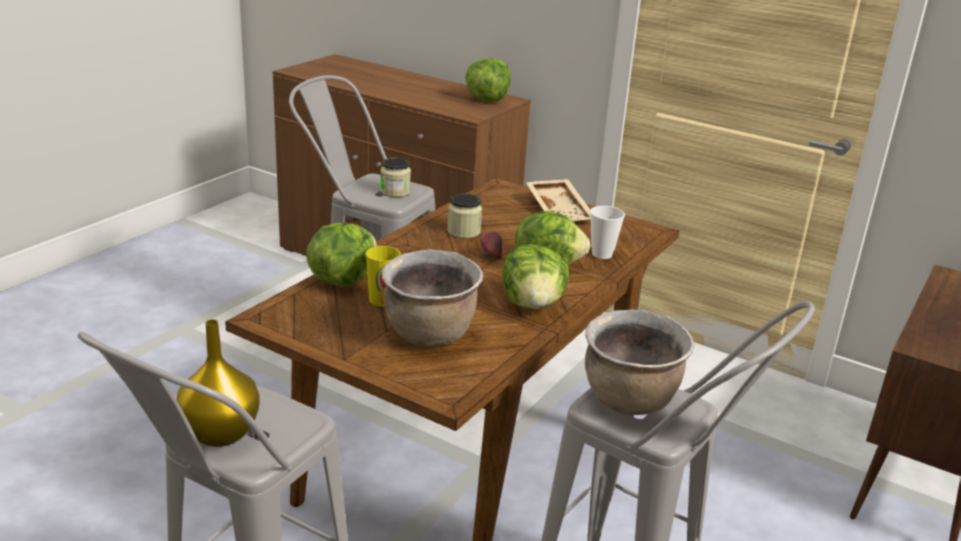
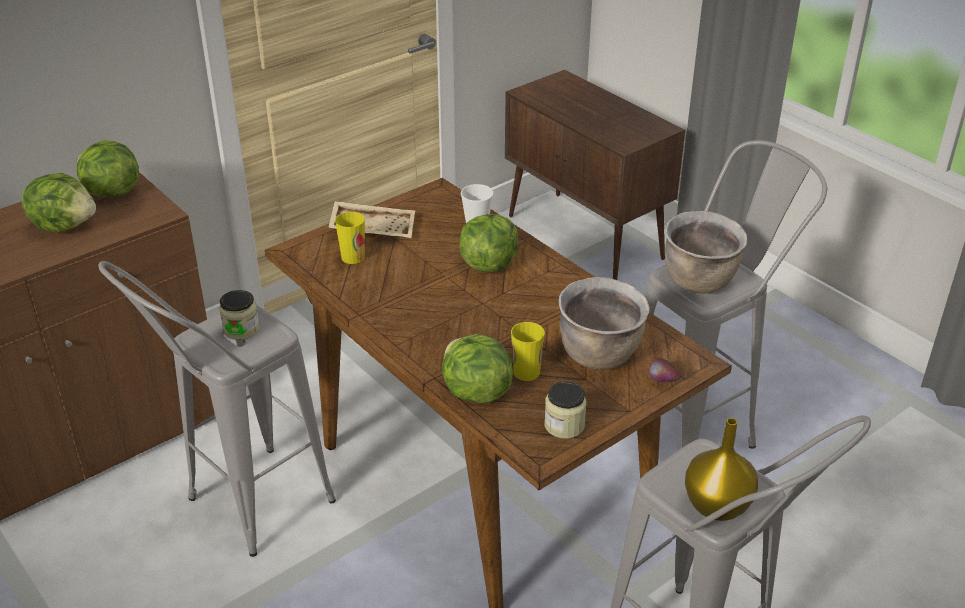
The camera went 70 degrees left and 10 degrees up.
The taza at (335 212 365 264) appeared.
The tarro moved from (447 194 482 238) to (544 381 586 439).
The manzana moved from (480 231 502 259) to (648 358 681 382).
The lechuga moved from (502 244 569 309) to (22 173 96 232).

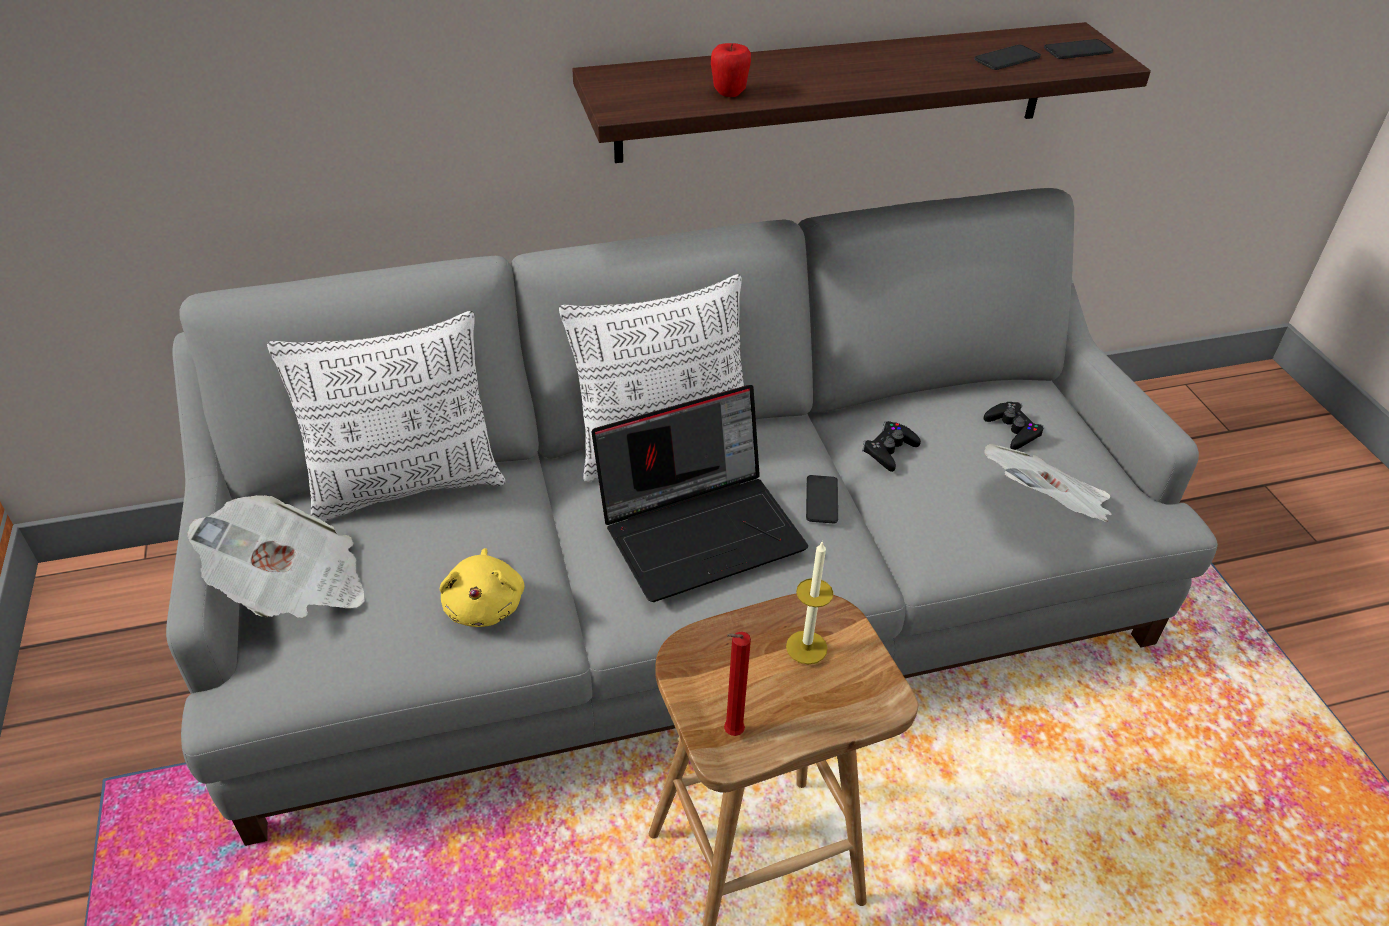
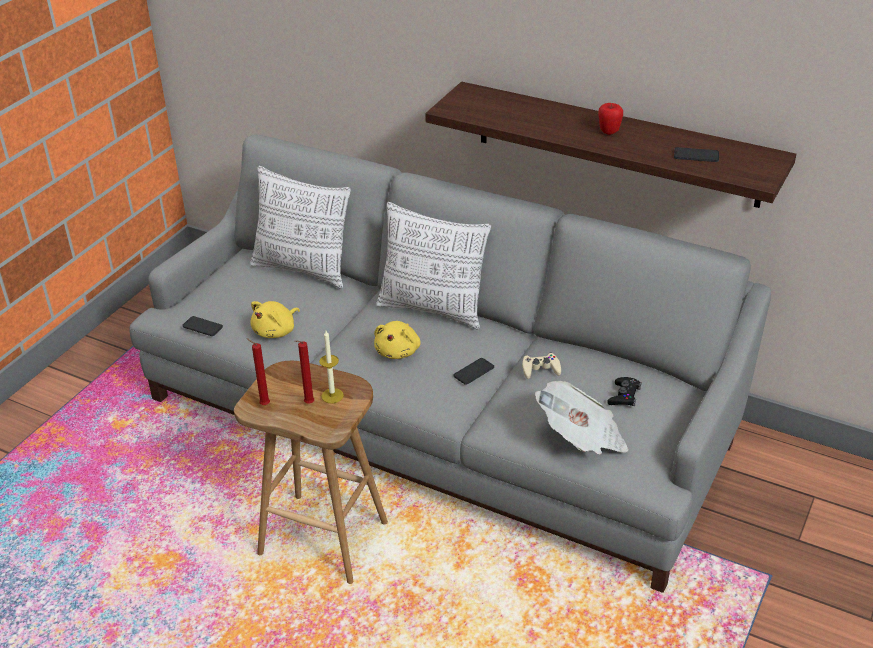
The camera went 45 degrees right and 5 degrees down.
The periódico at (188 495 365 618) disappeared.
The vela/rojo at (295 340 314 404) appeared.
The manzana moved from (711 43 751 97) to (598 103 623 135).
The móvil moved from (1044 39 1113 59) to (182 316 223 336).
The portátil at (592 385 808 602) was replaced by the peluche/amarillo at (374 321 421 359).
The mando de consola/negro at (862 421 921 472) became the mando de consola/beis at (522 353 561 379).

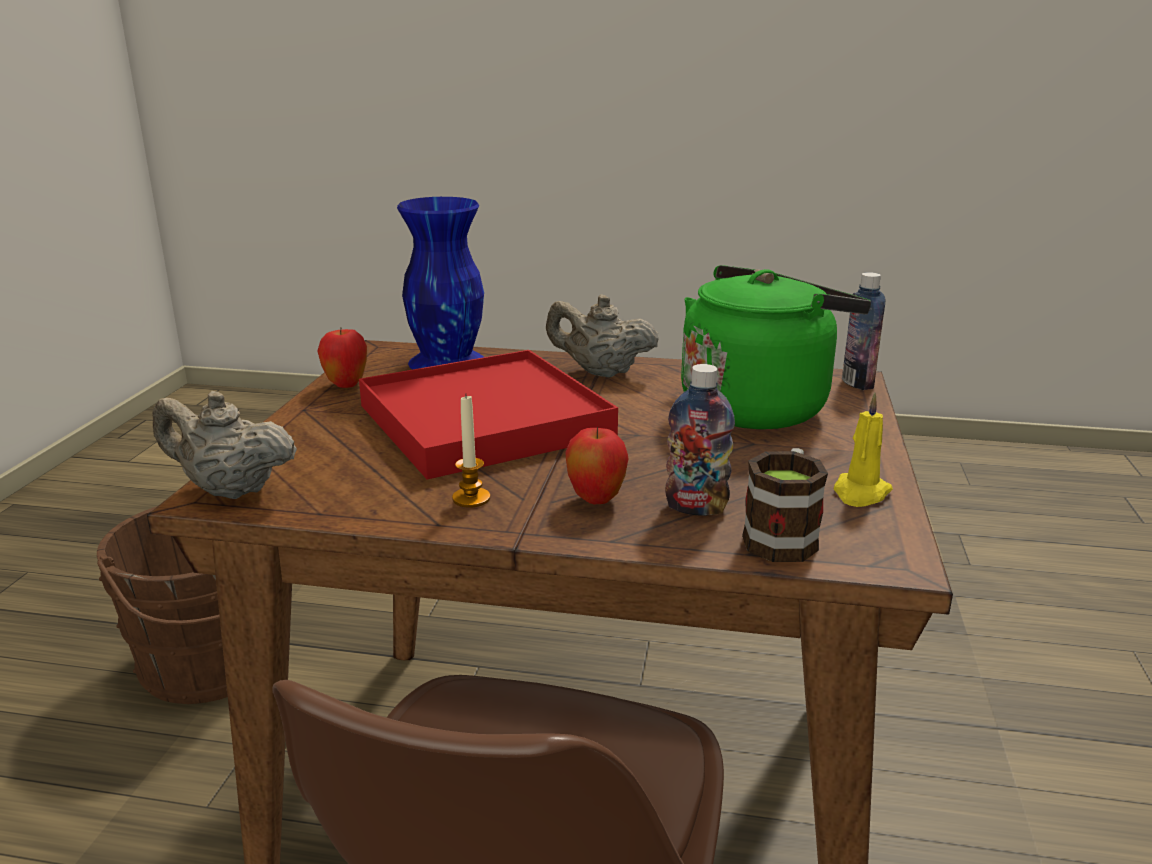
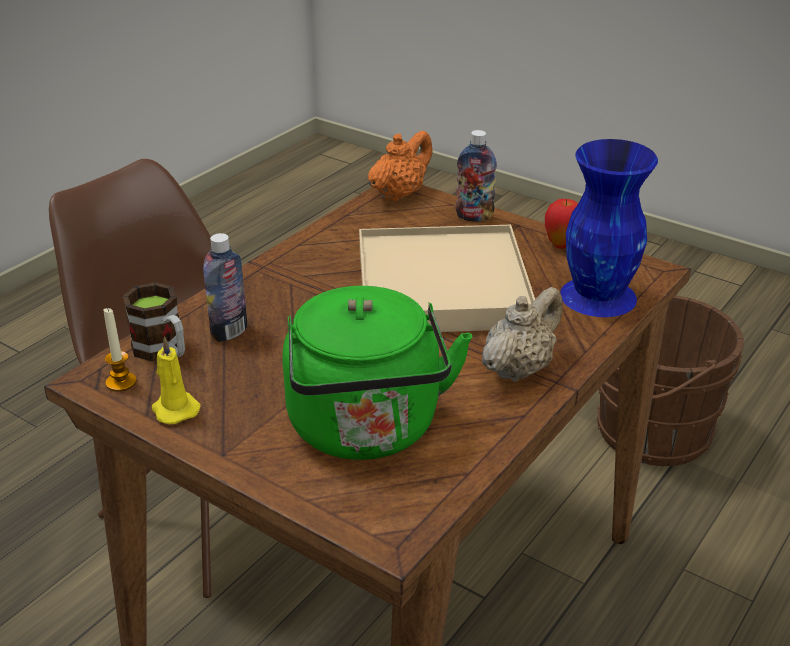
The camera went 115 degrees right and 10 degrees up.
The manzana at (566 427 628 504) disappeared.
The vela moved from (452 396 490 508) to (103 307 137 392).
The botella moved from (842 272 885 390) to (455 130 497 222).
The tetera/beis at (152 391 297 499) became the tetera/naranja at (368 131 433 202).
The bandeja/rojo at (359 350 618 479) became the bandeja/beis at (359 225 535 332).

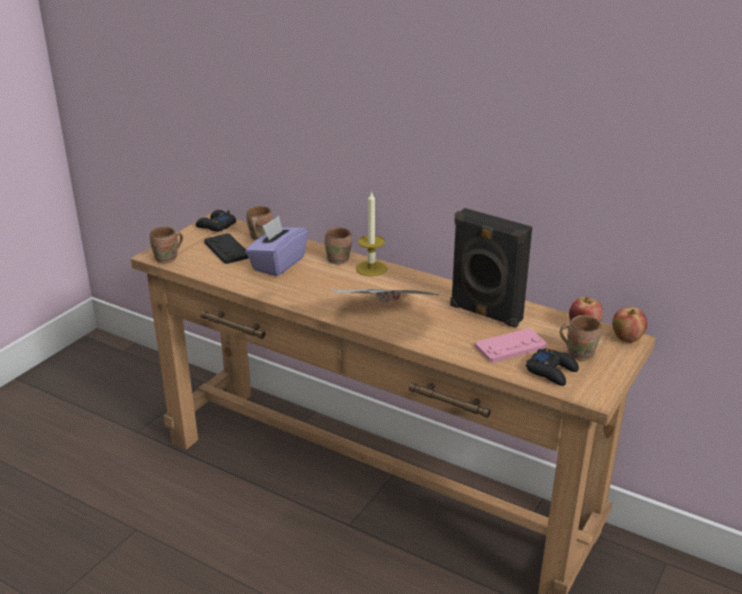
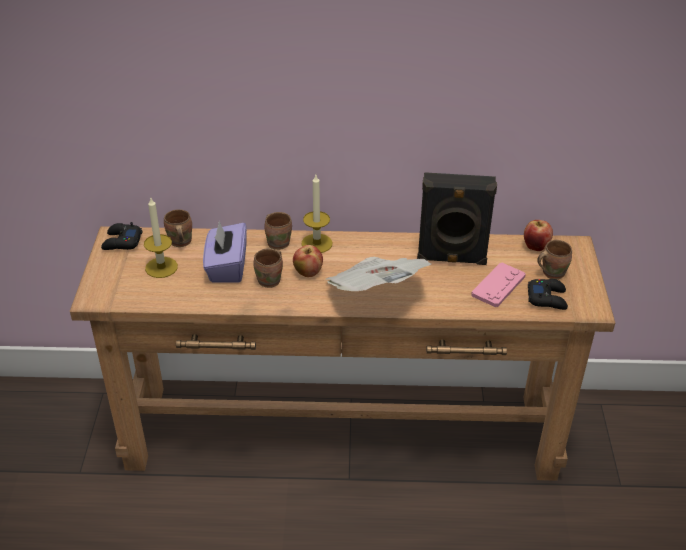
The camera went 30 degrees left and 10 degrees up.
The taza grande/marrón moved from (150 227 183 263) to (254 248 283 288).
The manzana moved from (612 307 647 343) to (293 245 323 277).
The mando de consola/negro at (204 233 249 264) was replaced by the vela at (144 198 178 278).

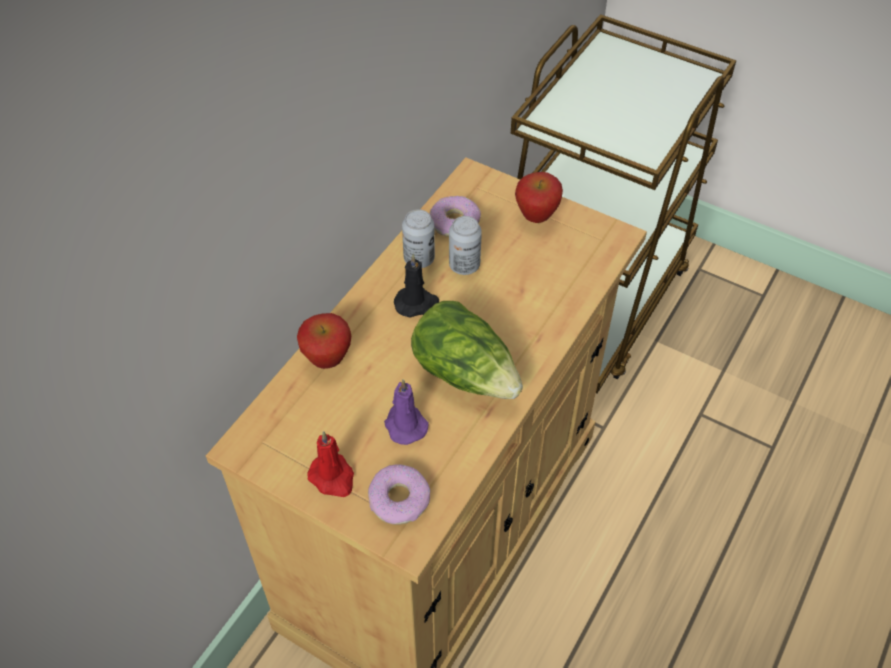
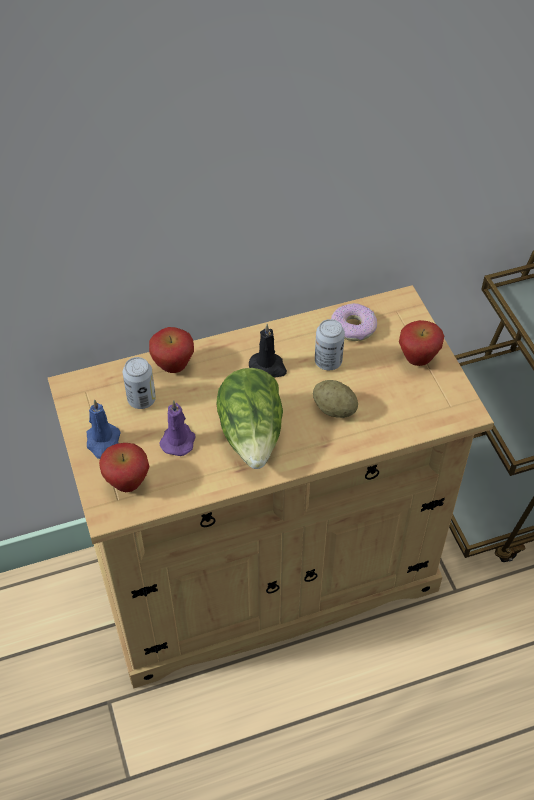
The camera went 40 degrees right and 0 degrees up.
The patata at (313 380 358 418) appeared.
The lata moved from (402 209 435 268) to (123 357 156 409).
The rosquilla at (368 464 430 525) was replaced by the manzana at (99 443 150 492).
The vela/rojo at (307 431 354 497) became the vela/azul at (87 399 121 459).

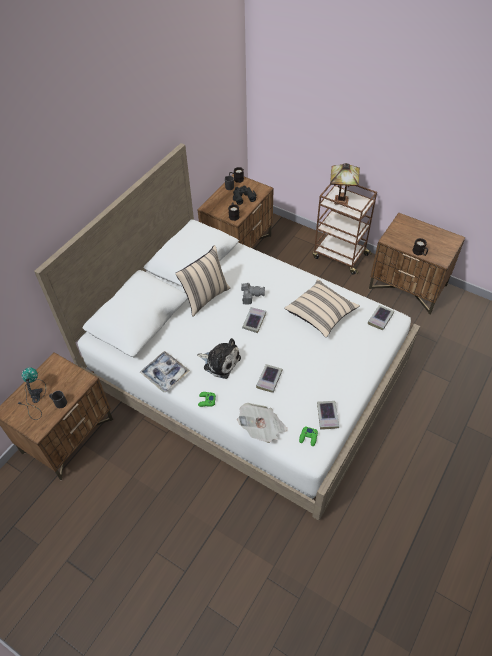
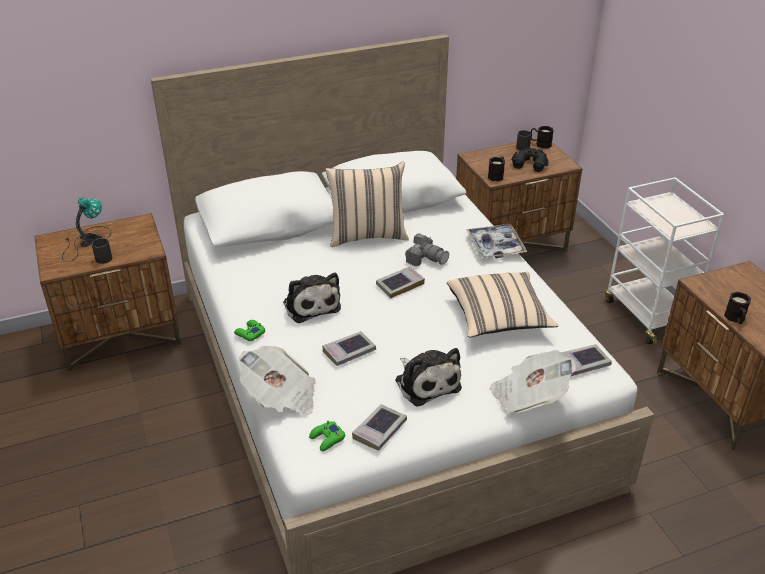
The camera went 35 degrees right and 15 degrees down.
The lámpara de mesa at (330 163 360 205) disappeared.
The peluche at (395 348 462 407) appeared.
The periódico at (489 350 576 414) appeared.
The bandeja moved from (140 351 190 392) to (466 224 527 259).
The carrito/marrón at (313 184 377 275) became the carrito/blanco at (605 177 724 345).

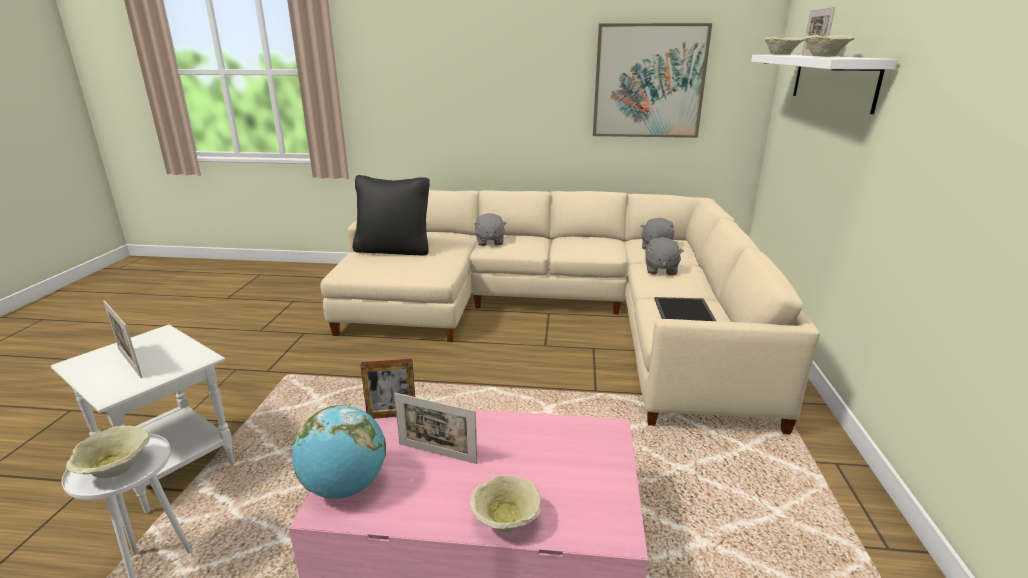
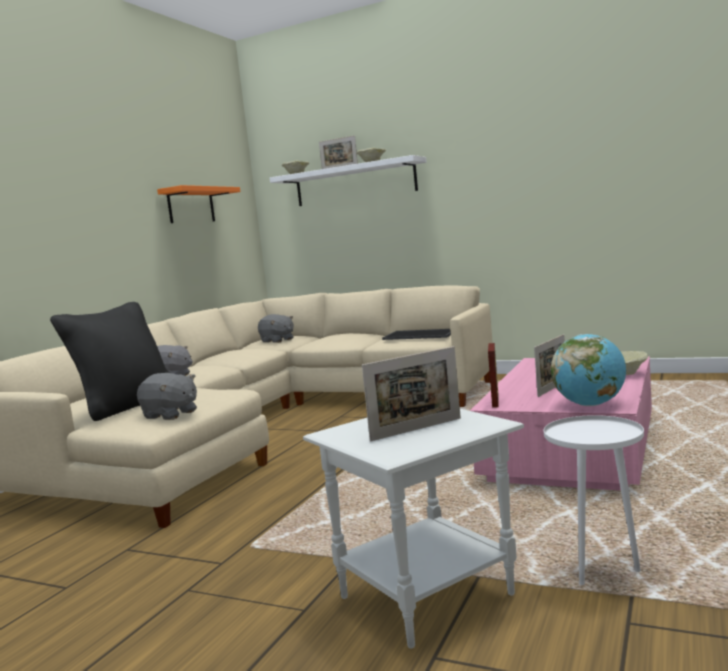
The camera went 70 degrees left and 15 degrees down.
The cuenco/beis at (66 425 150 478) disappeared.
The peluche/gris moved from (645 237 684 275) to (137 373 197 420).
The cuadro at (593 23 712 138) was replaced by the estante/naranja at (157 185 240 223).

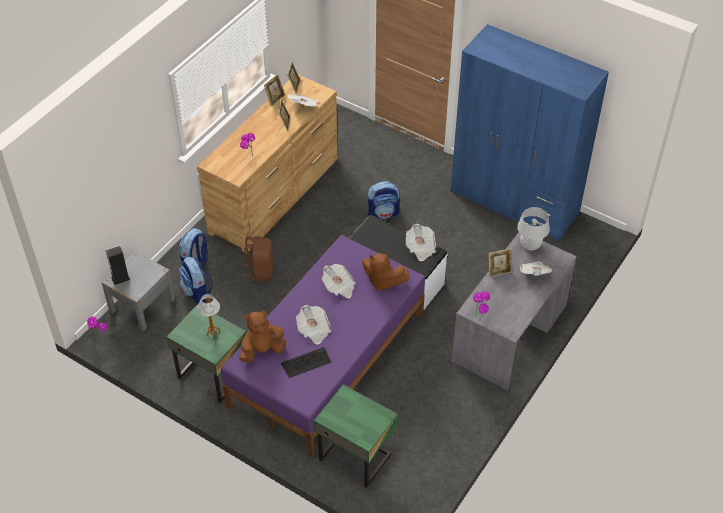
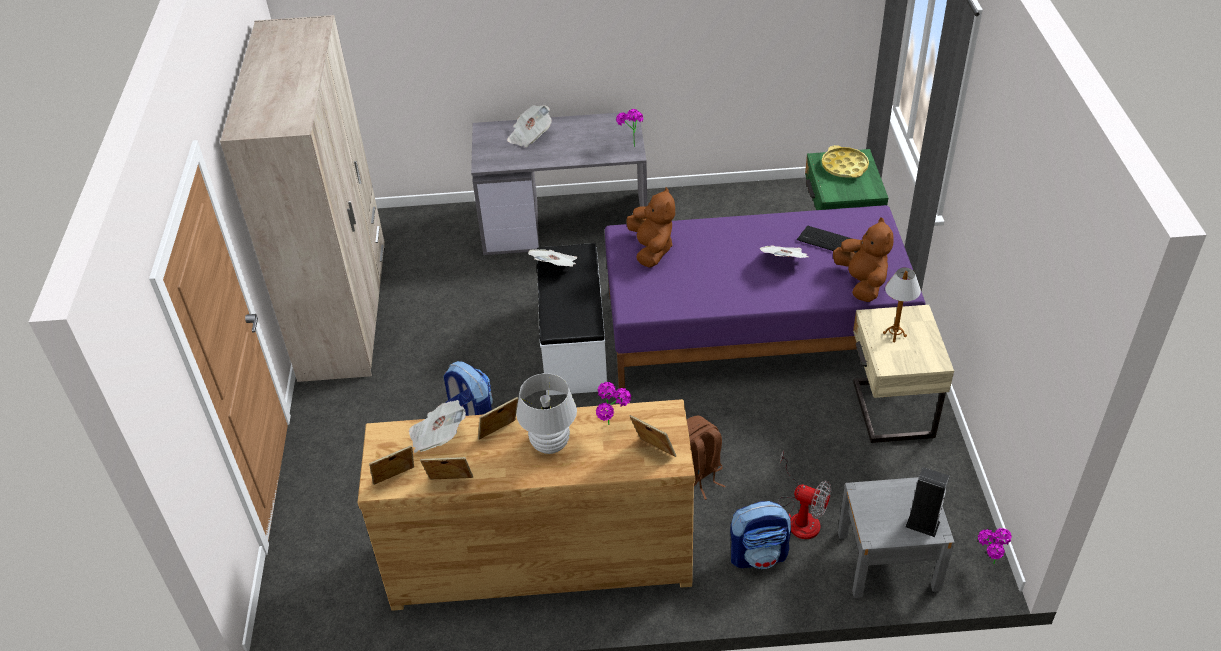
The camera went 125 degrees left and 5 degrees down.
The periódico at (322 264 356 299) disappeared.
The bandeja/amarillo at (821 145 869 178) appeared.
The portarretratos moved from (488 248 512 277) to (630 415 676 457).
The lámpara de mesa/blanco moved from (517 207 550 251) to (516 373 577 454).
The mochila at (179 257 213 304) was replaced by the ventilador at (778 450 832 539).
The mesita de noche/verde at (166 304 246 403) became the mesita de noche/beis at (853 305 954 443).
The armario ropero/azul at (451 24 609 241) became the armario ropero/beis at (220 15 385 382).
The peluche/marrón at (239 311 286 362) turned 135 degrees counterclockwise.

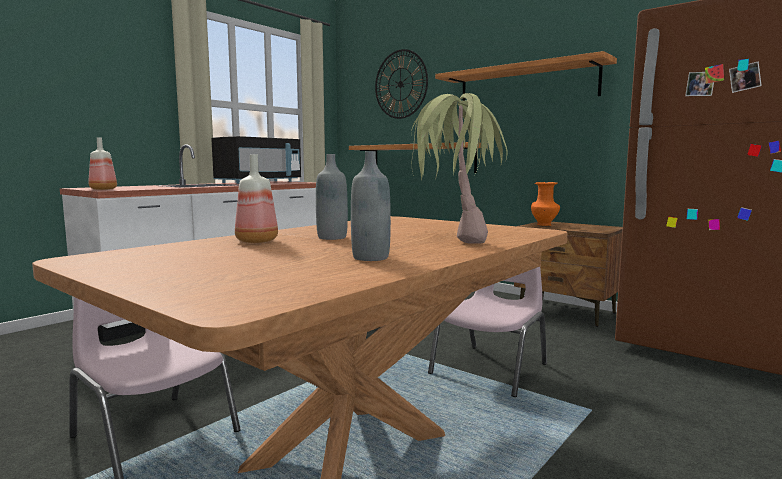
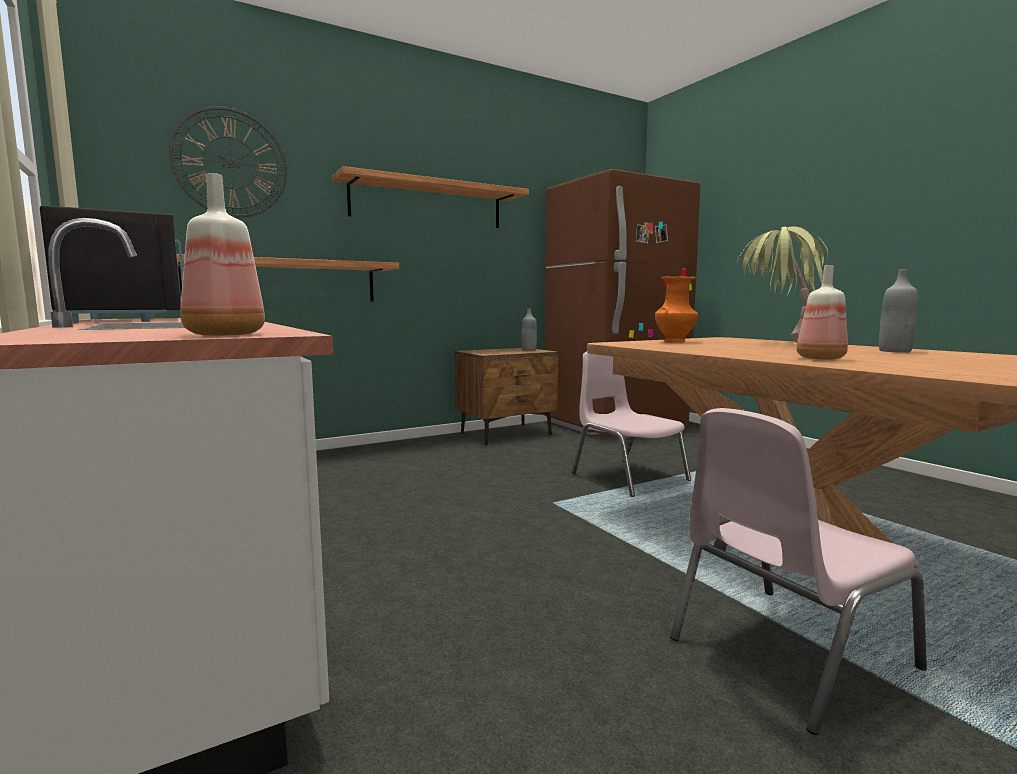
The camera went 70 degrees left and 0 degrees up.
The botella/gris moved from (316 154 348 240) to (521 309 537 351).
The florero/naranja moved from (531 182 560 226) to (655 276 698 342).

